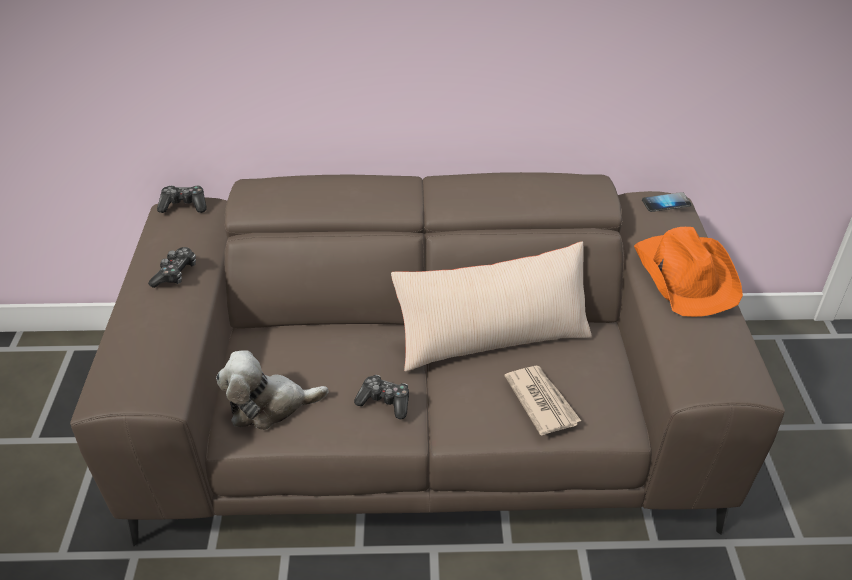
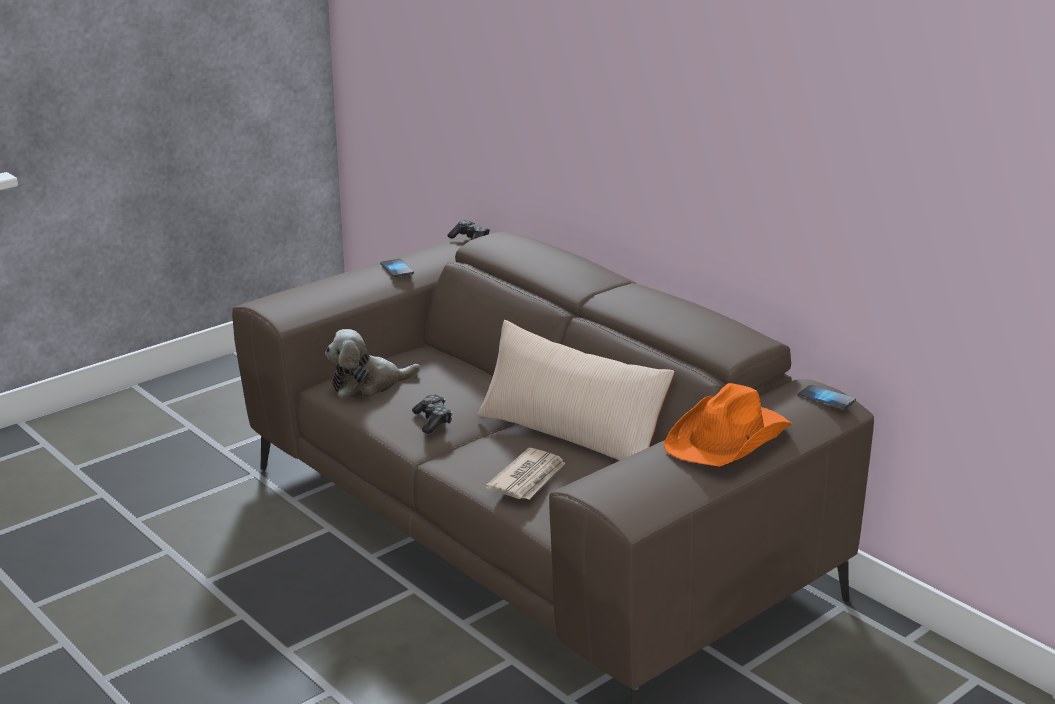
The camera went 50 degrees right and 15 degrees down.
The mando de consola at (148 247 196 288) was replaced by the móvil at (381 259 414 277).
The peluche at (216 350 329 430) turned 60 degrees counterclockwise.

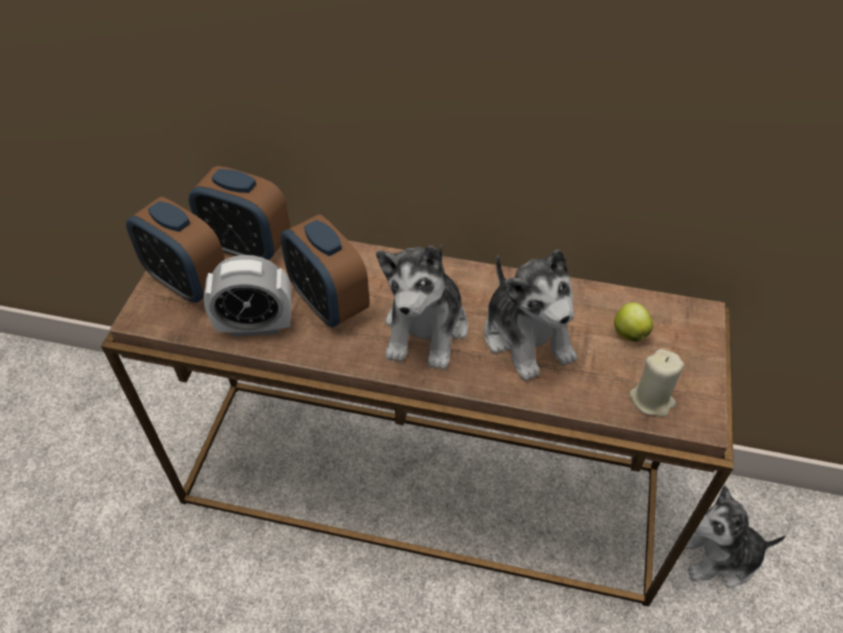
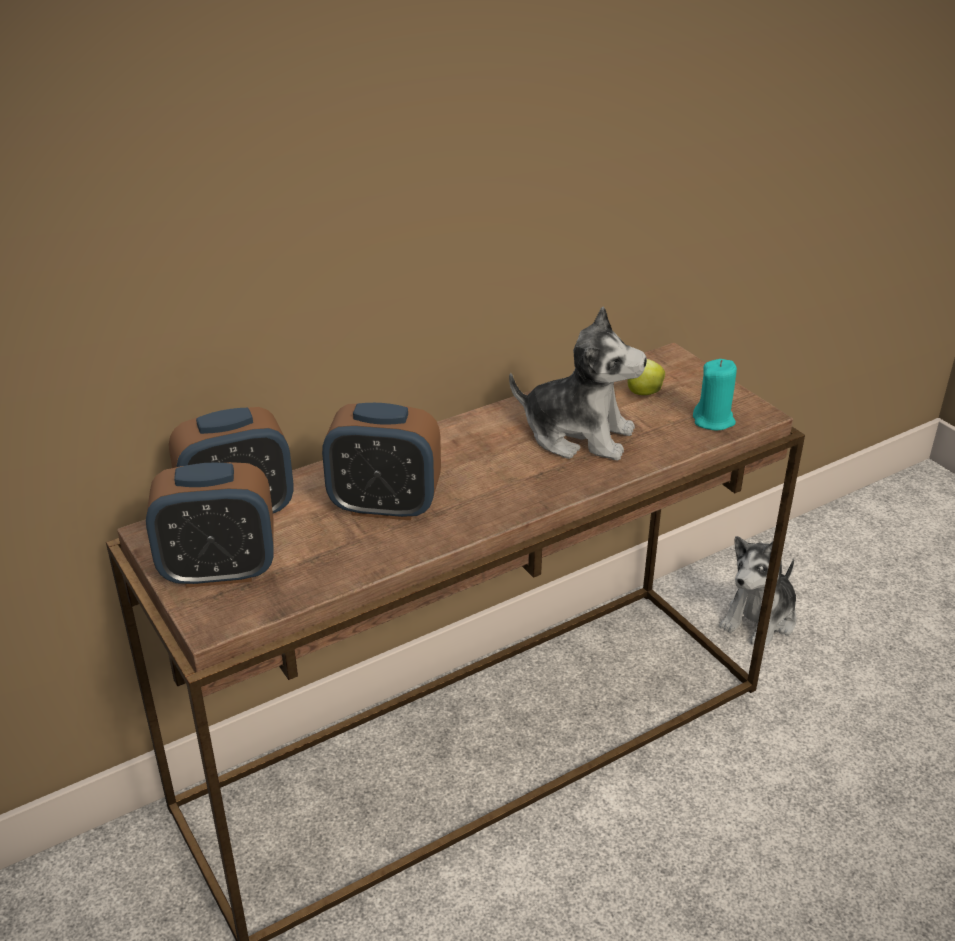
The camera went 45 degrees left and 15 degrees down.
The despertador at (204 255 291 337) disappeared.
The peluche at (376 245 468 370) disappeared.
The vela/beis at (629 349 684 417) became the vela/turquesa at (693 359 737 431).

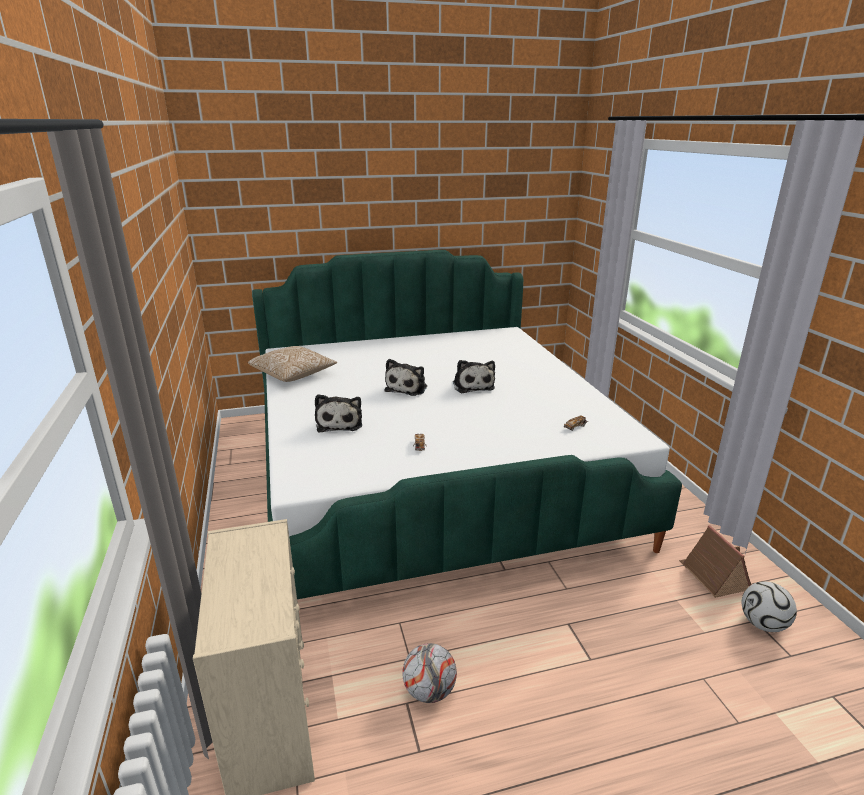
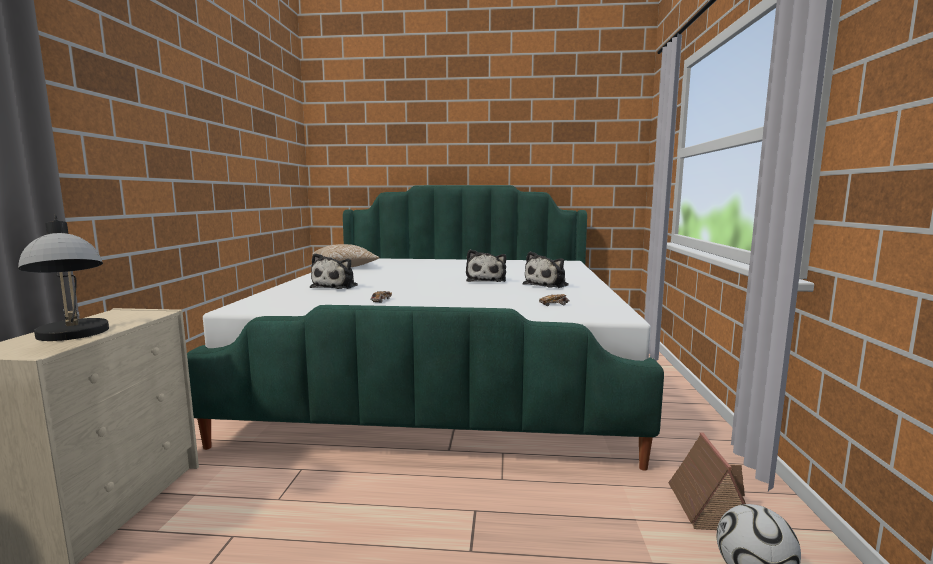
The camera went 20 degrees right and 15 degrees down.
The balón de fútbol at (402 643 457 703) disappeared.
The lámpara de mesa at (18 215 109 341) appeared.
The peluche moved from (384 359 427 396) to (523 251 569 288).

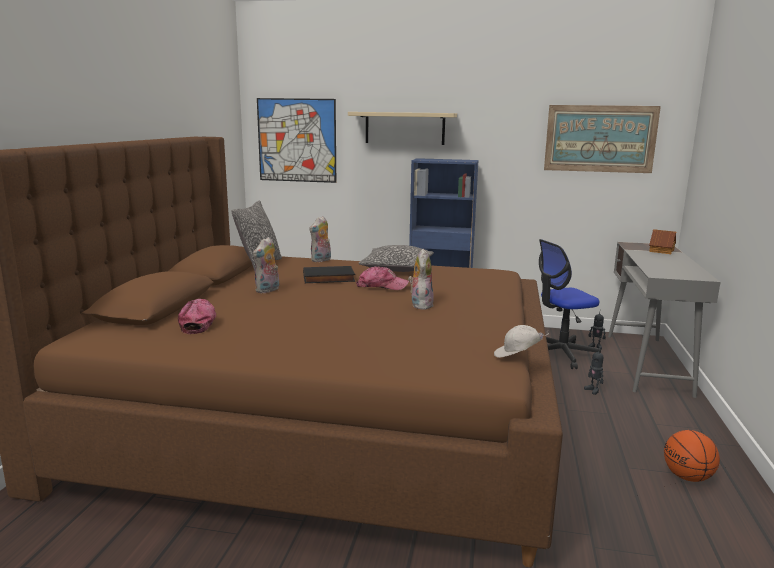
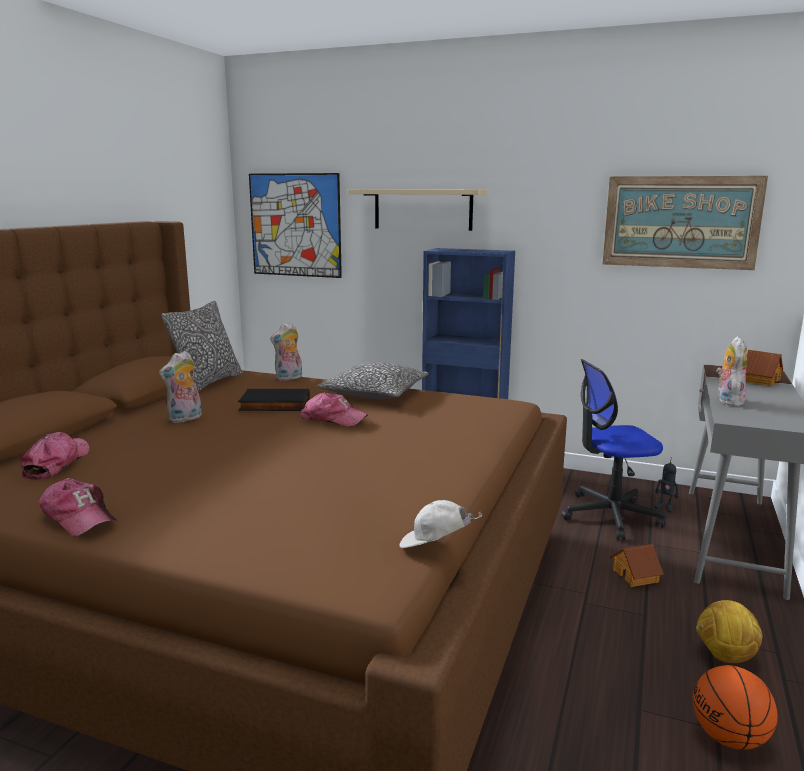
The camera went 10 degrees right and 0 degrees up.
The gorra at (39 478 117 536) appeared.
The balón de fútbol at (696 600 762 663) appeared.
The peluche moved from (408 249 434 310) to (716 336 747 406).
The robot de juguete at (584 350 603 395) was replaced by the casita at (610 544 664 587).

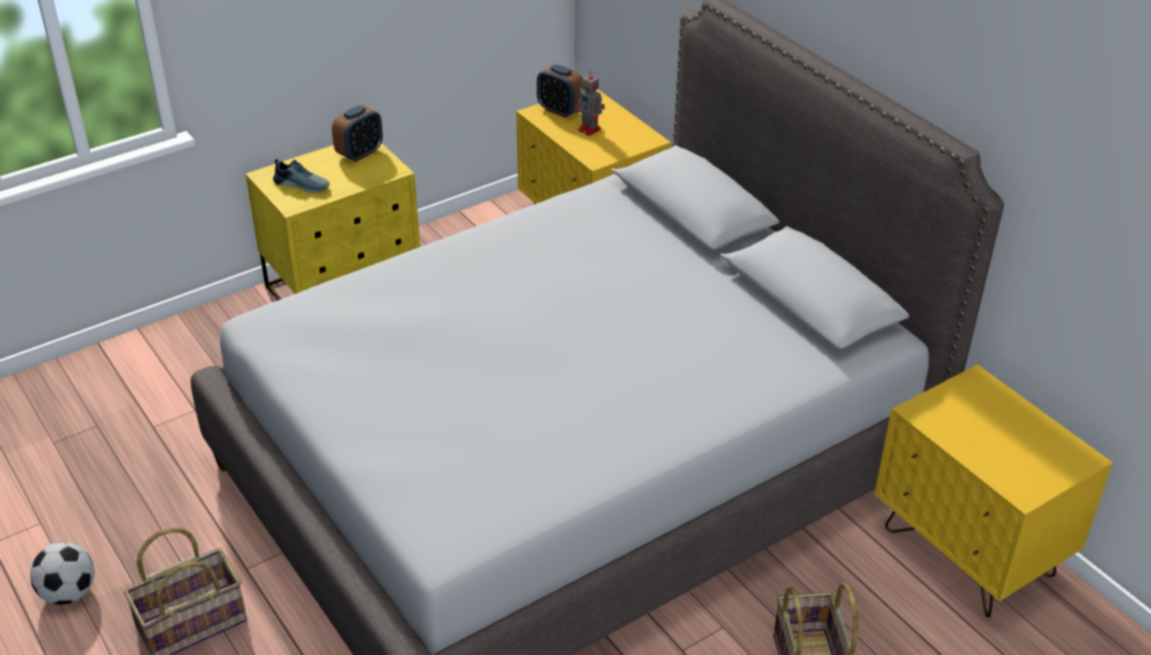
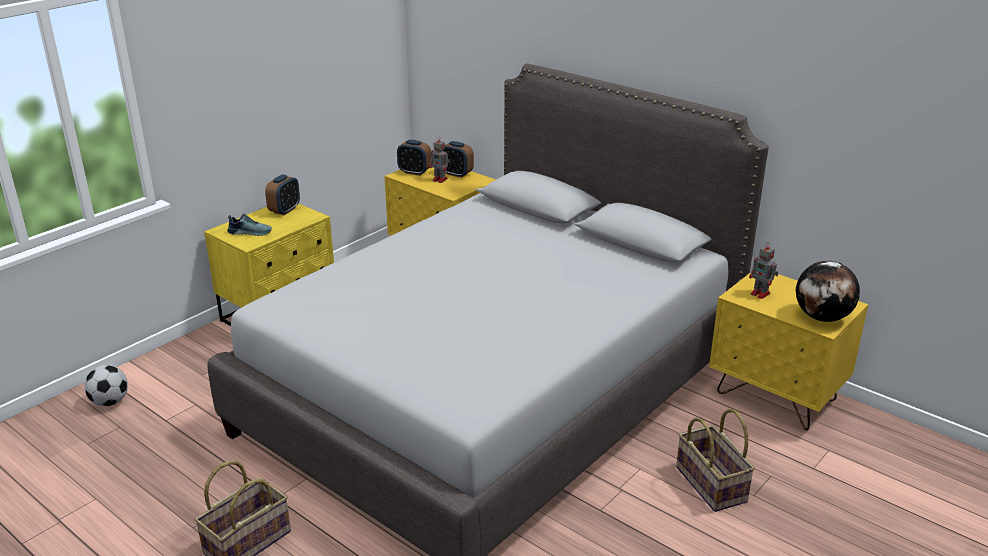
The camera went 15 degrees left and 10 degrees down.
The despertador at (442 141 474 178) appeared.
The robot de juguete at (749 243 778 299) appeared.
The globo terráqueo at (796 261 860 322) appeared.
The balón de fútbol moved from (30 542 94 605) to (84 365 128 406).

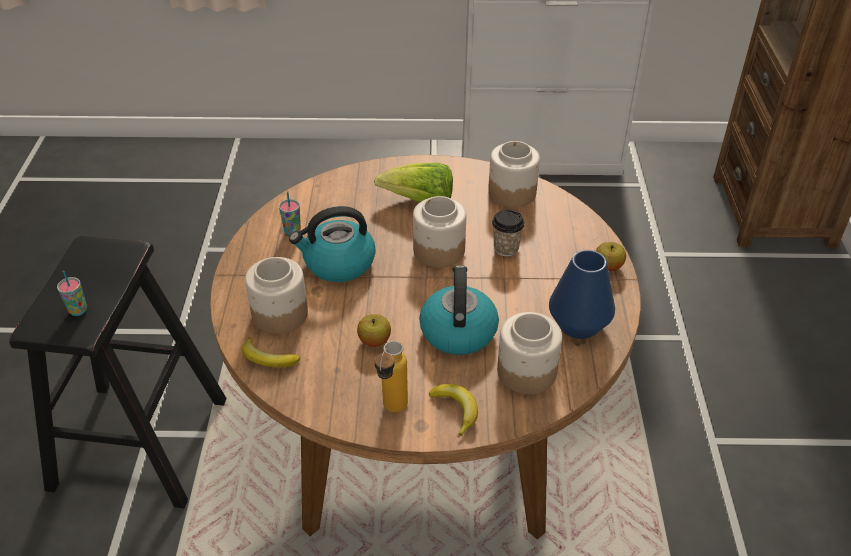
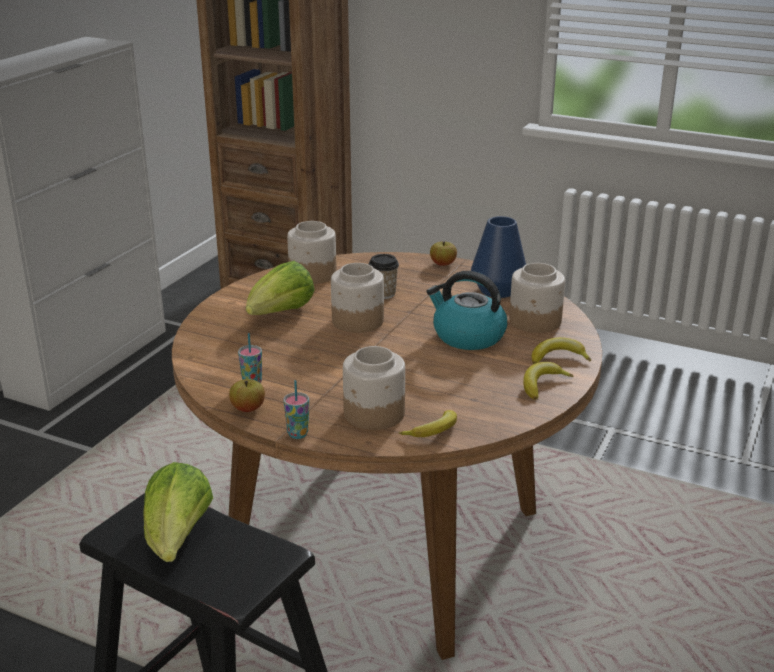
The camera went 65 degrees left and 15 degrees down.
The hervidor at (289 206 376 282) disappeared.
The lechuga at (143 462 213 562) appeared.
The taza moved from (57 271 87 316) to (283 380 309 439).
The manzana moved from (357 314 391 347) to (229 379 265 412).
The botella at (375 341 408 412) was replaced by the plátano at (523 362 574 400).

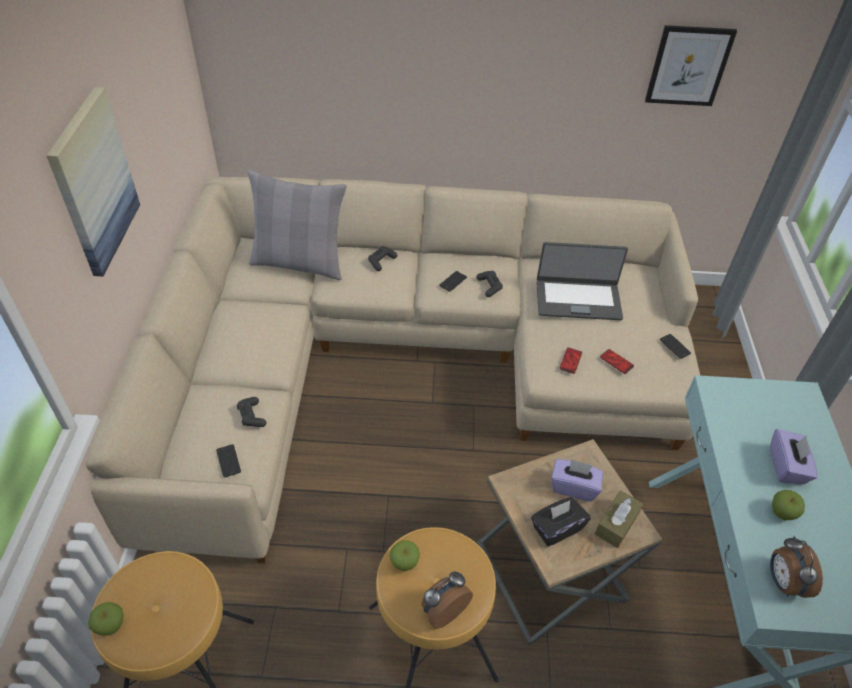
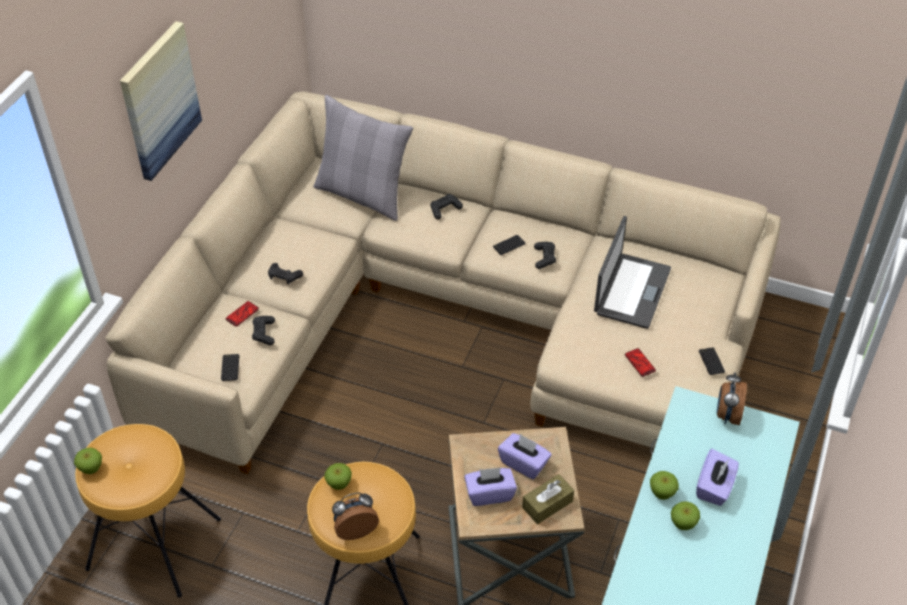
The camera went 20 degrees right and 0 degrees up.
The cuadro at (645 25 737 106) disappeared.
The mando de consola/negro at (268 263 303 285) appeared.
The manzana at (650 471 679 500) appeared.
The móvil moved from (560 348 582 374) to (226 301 259 327).
The despertador moved from (770 536 823 598) to (717 372 747 425).
The caja de pañuelos/negro at (531 497 591 547) became the caja de pañuelos/morado at (465 468 517 506).
The portátil at (536 242 628 320) turned 90 degrees counterclockwise.

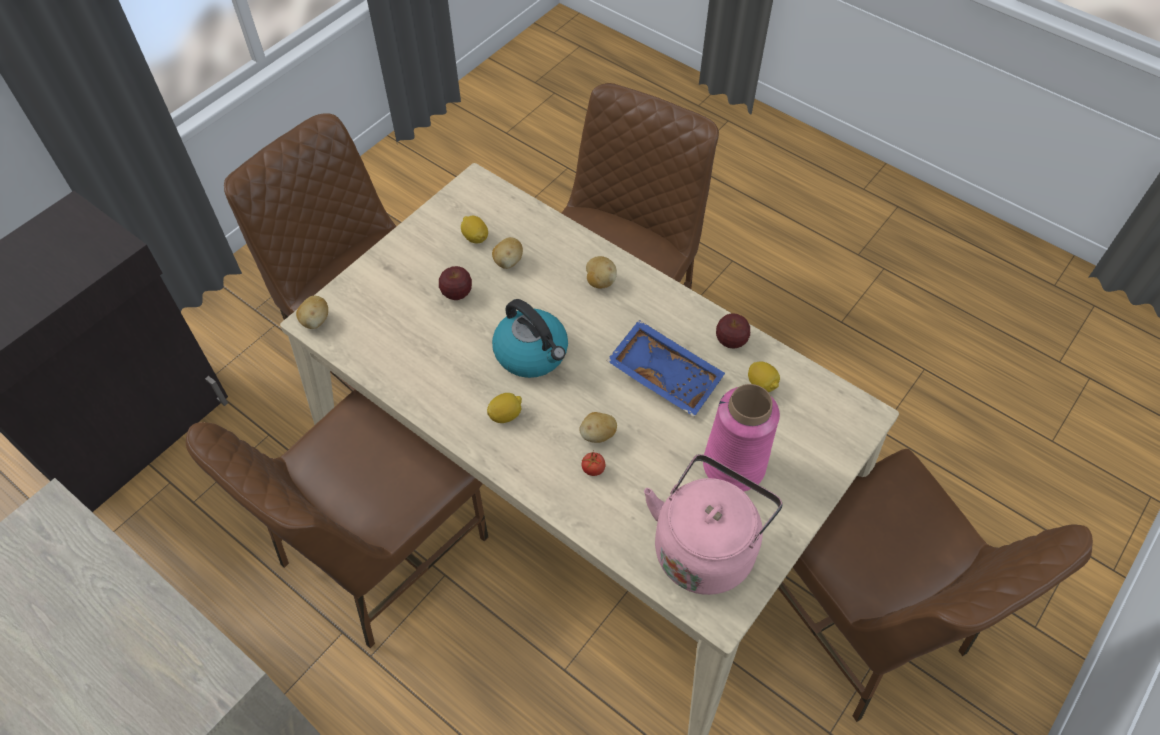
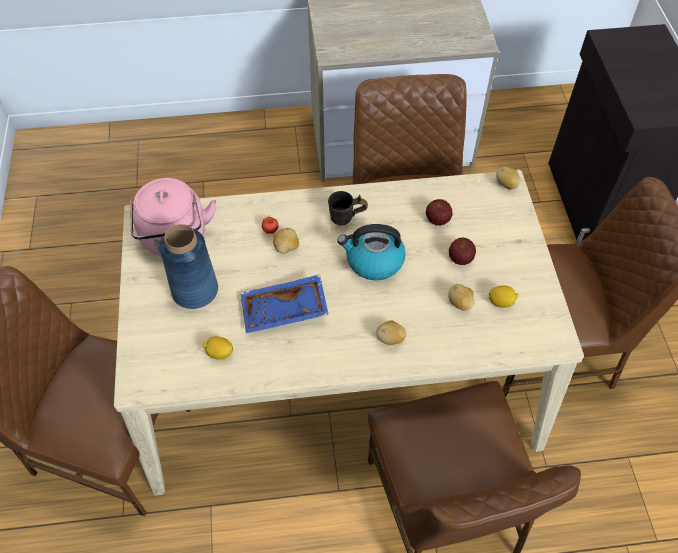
The camera went 135 degrees right and 0 degrees up.
The manzana moved from (716 313 750 349) to (426 199 452 226).
The limón at (487 393 522 423) was replaced by the taza grande/gris at (328 191 368 225).
The florero/rosa at (703 384 780 492) became the florero/azul at (159 224 218 309).

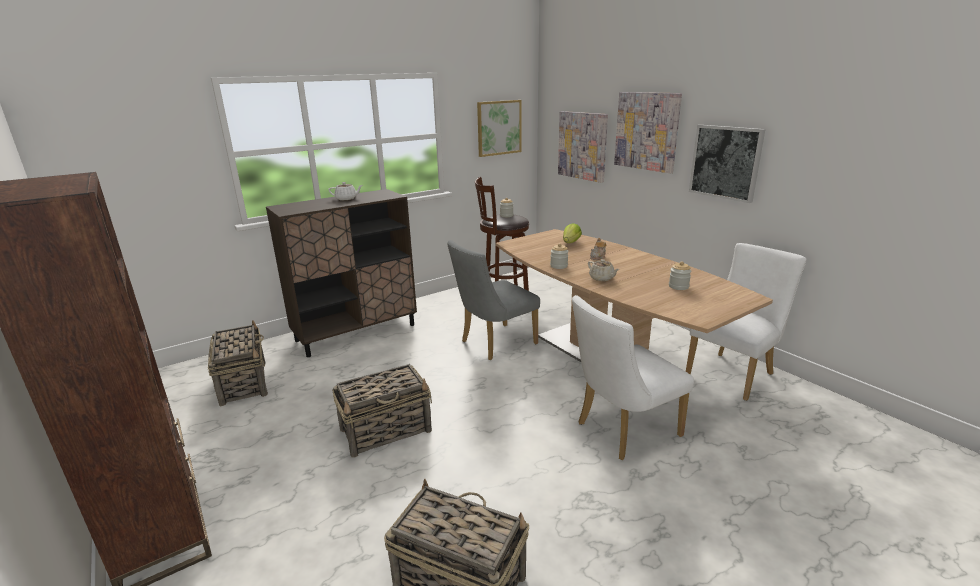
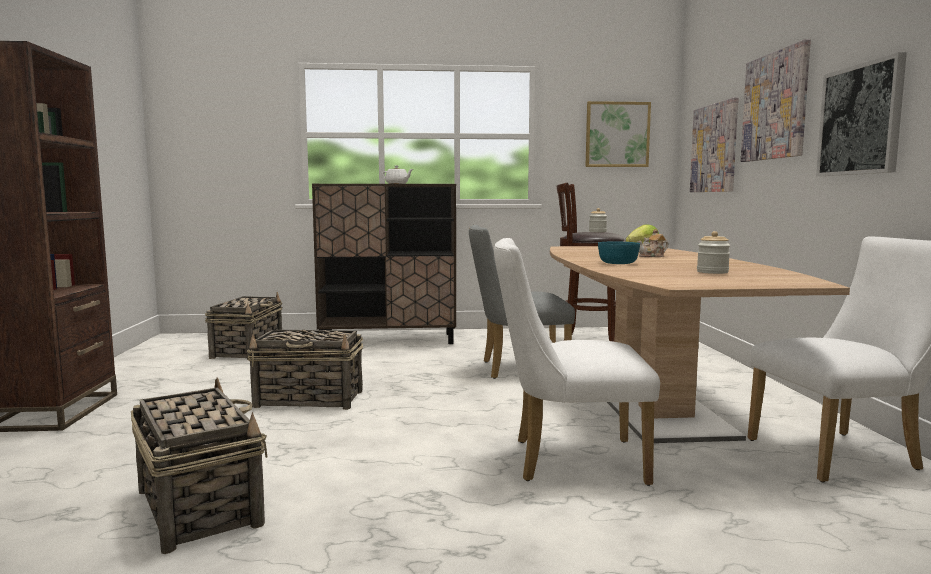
The camera went 30 degrees right and 15 degrees down.
The tarro at (550 243 569 269) disappeared.
The tetera/beis at (588 259 620 281) was replaced by the cuenco/turquesa at (598 242 640 264).

